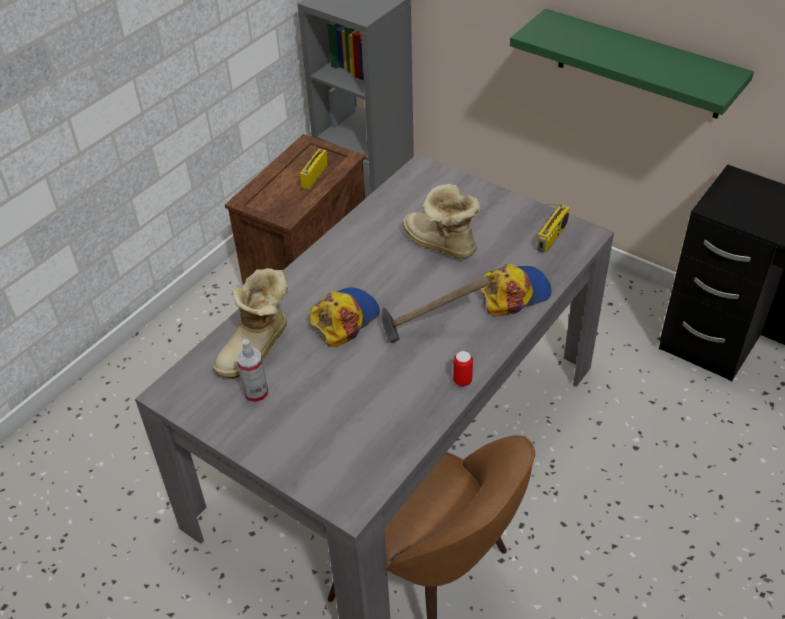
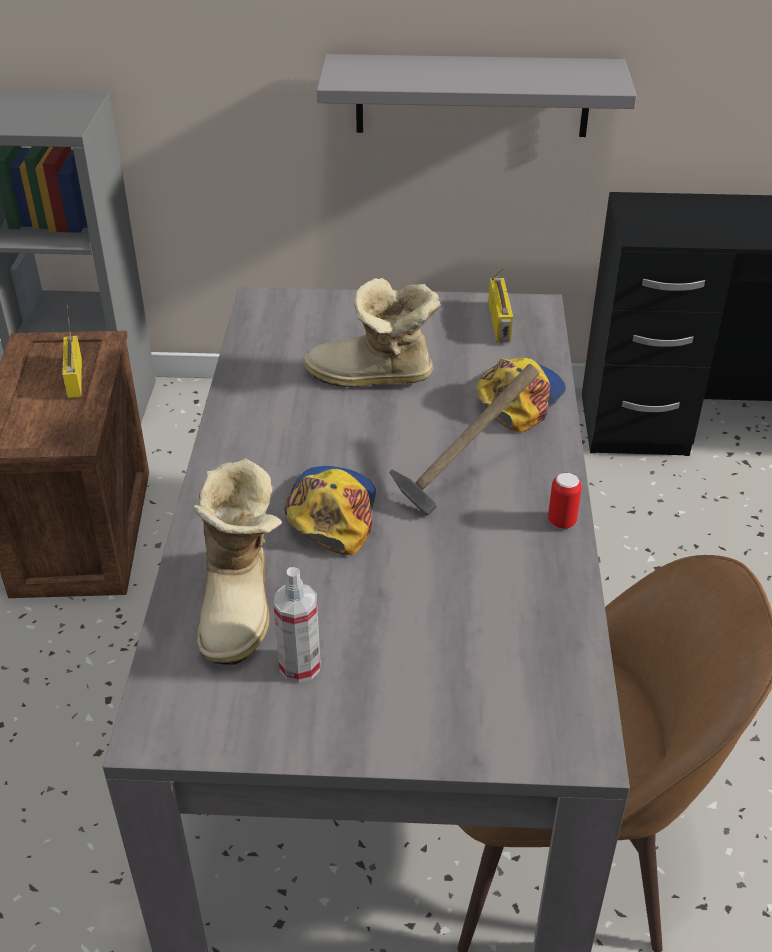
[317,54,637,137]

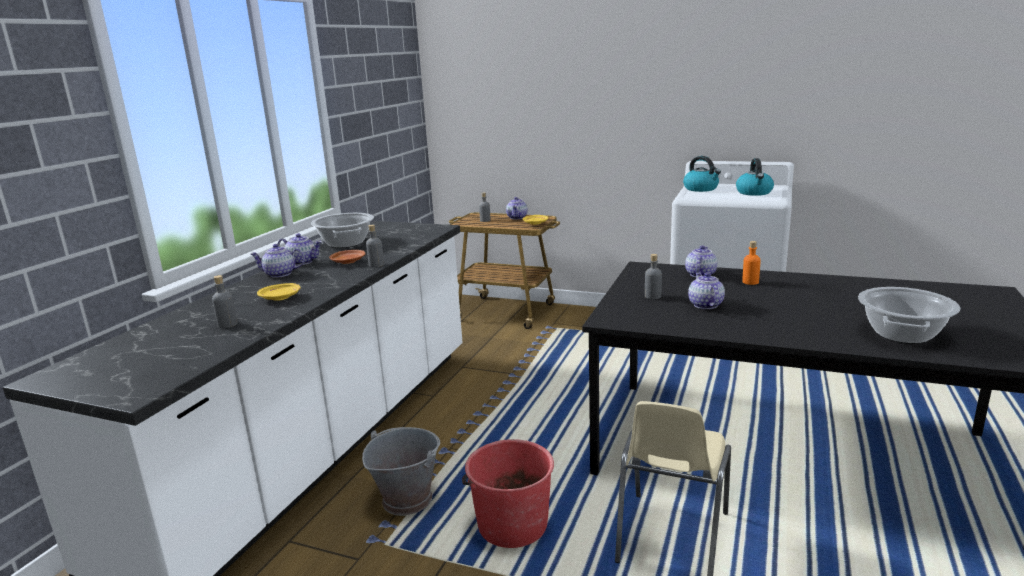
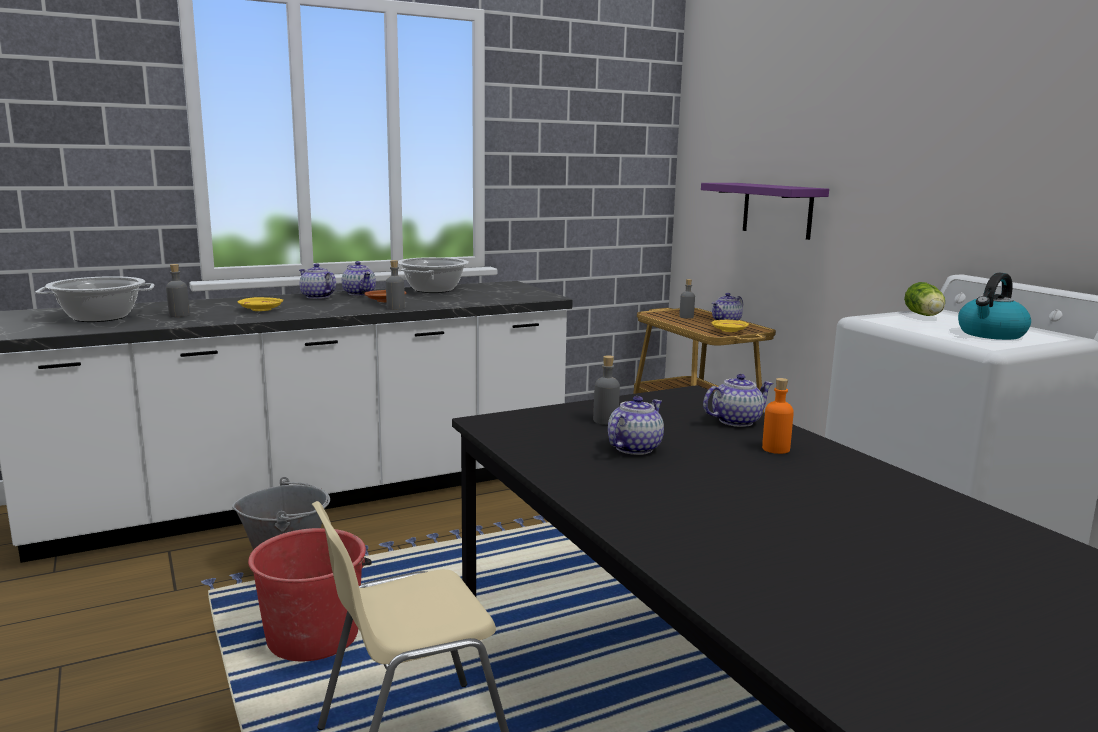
[904,282,945,316]
[35,276,155,322]
[701,183,829,240]

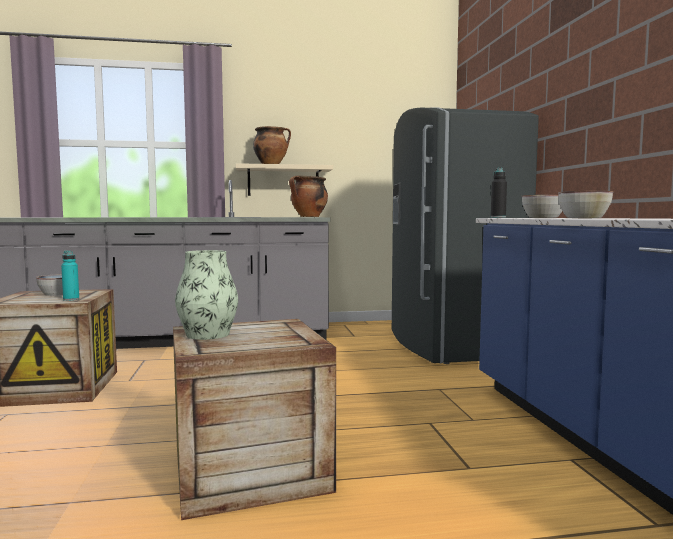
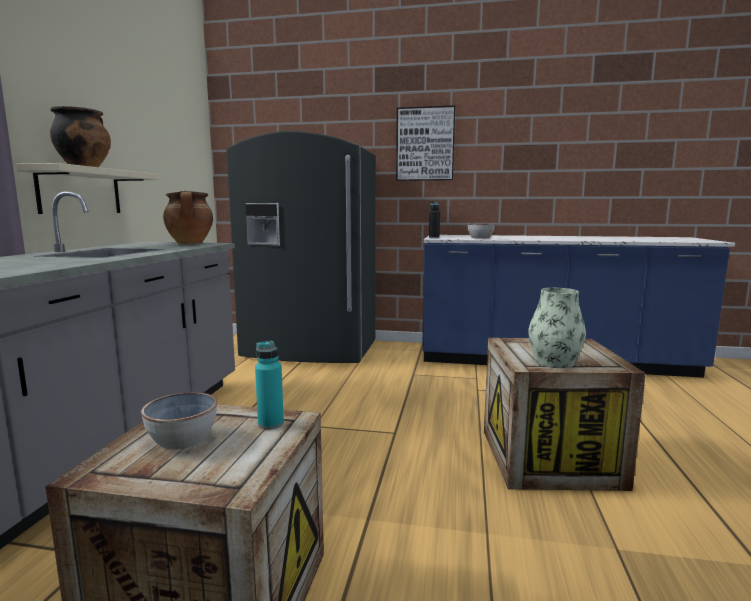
[558,191,613,218] (first image)
[396,105,455,181]

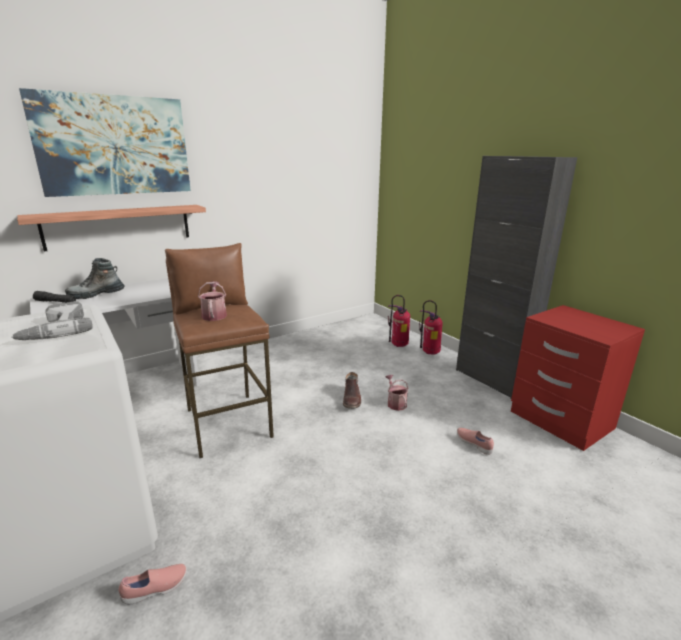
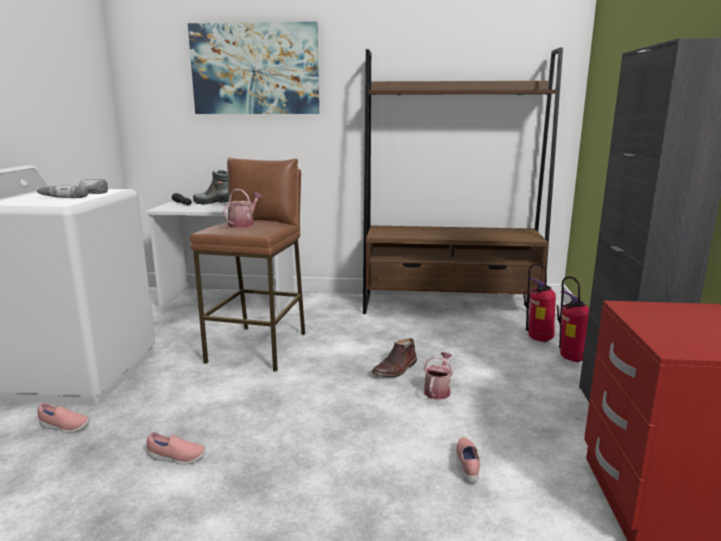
[17,205,206,252] (first image)
[363,47,563,314]
[147,432,206,465]

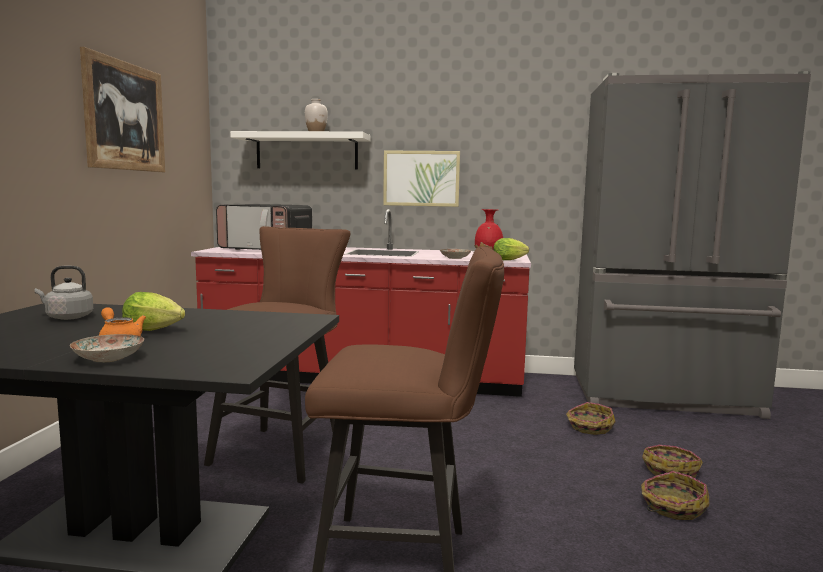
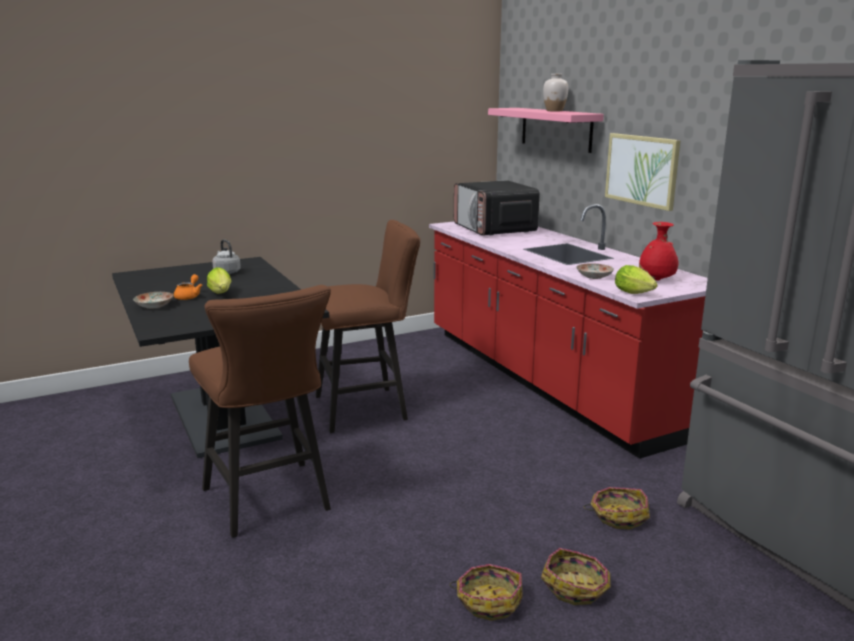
[80,47,165,172] (first image)
[488,108,604,153]

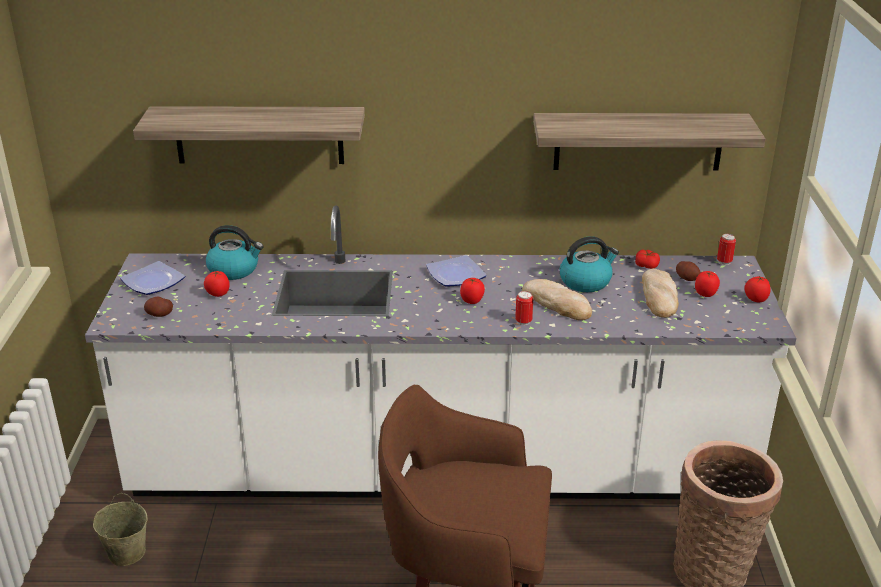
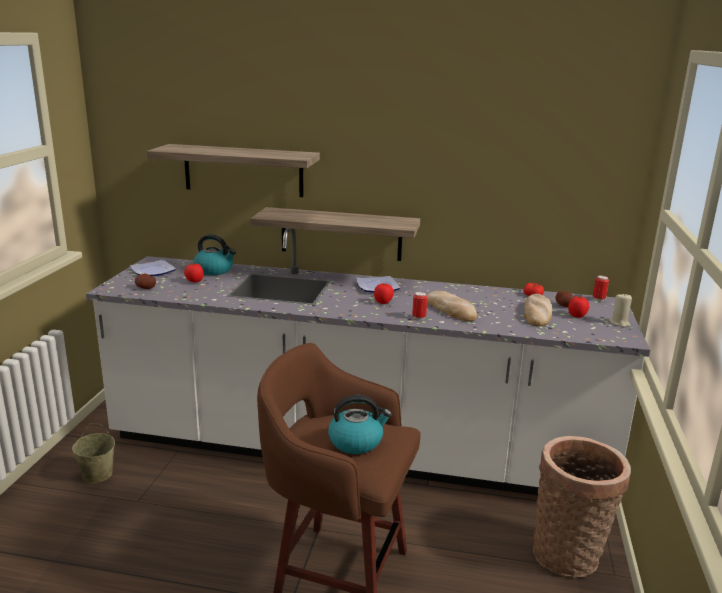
[250,207,420,261]
[328,395,392,454]
[610,293,632,327]

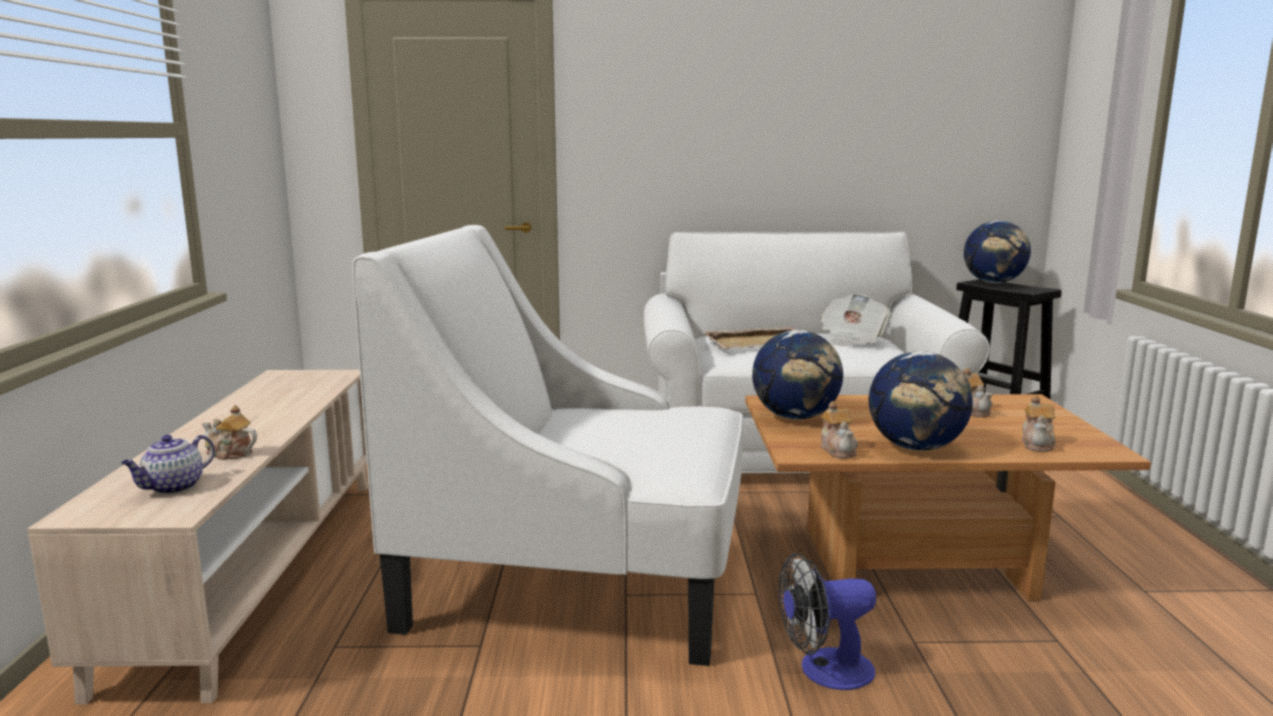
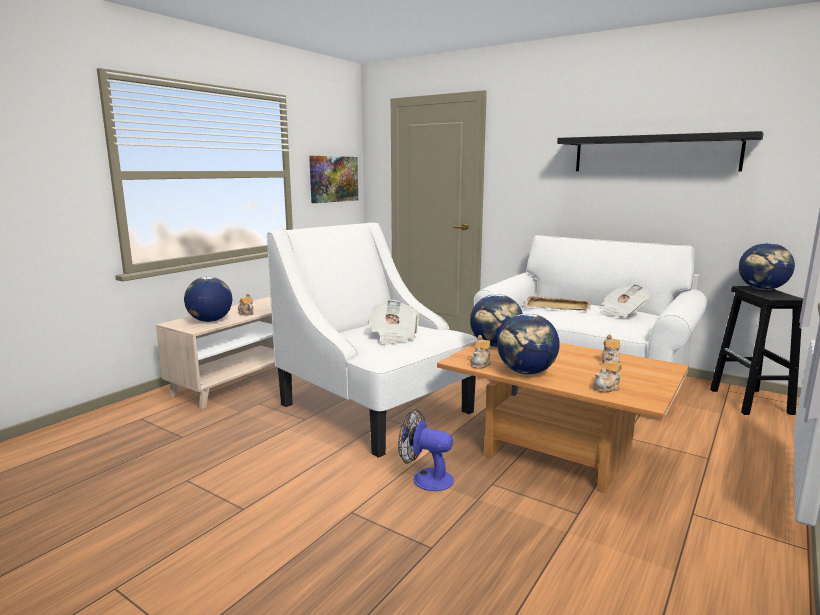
[184,277,232,322]
[557,131,764,171]
[309,156,358,203]
[367,300,420,345]

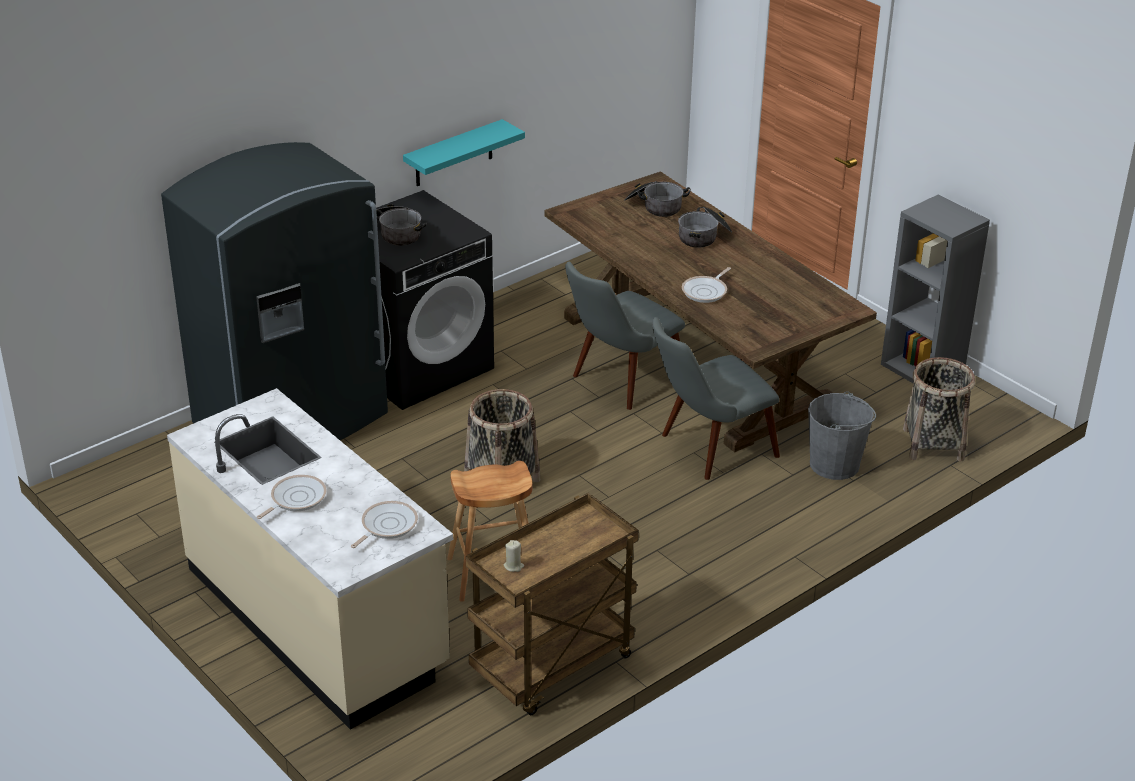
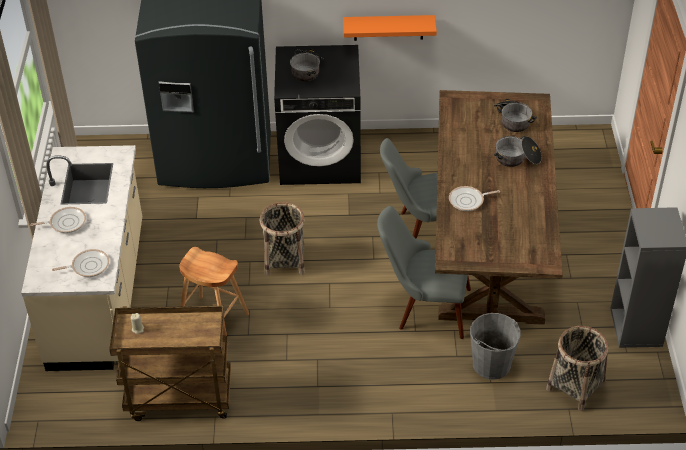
[343,15,437,41]

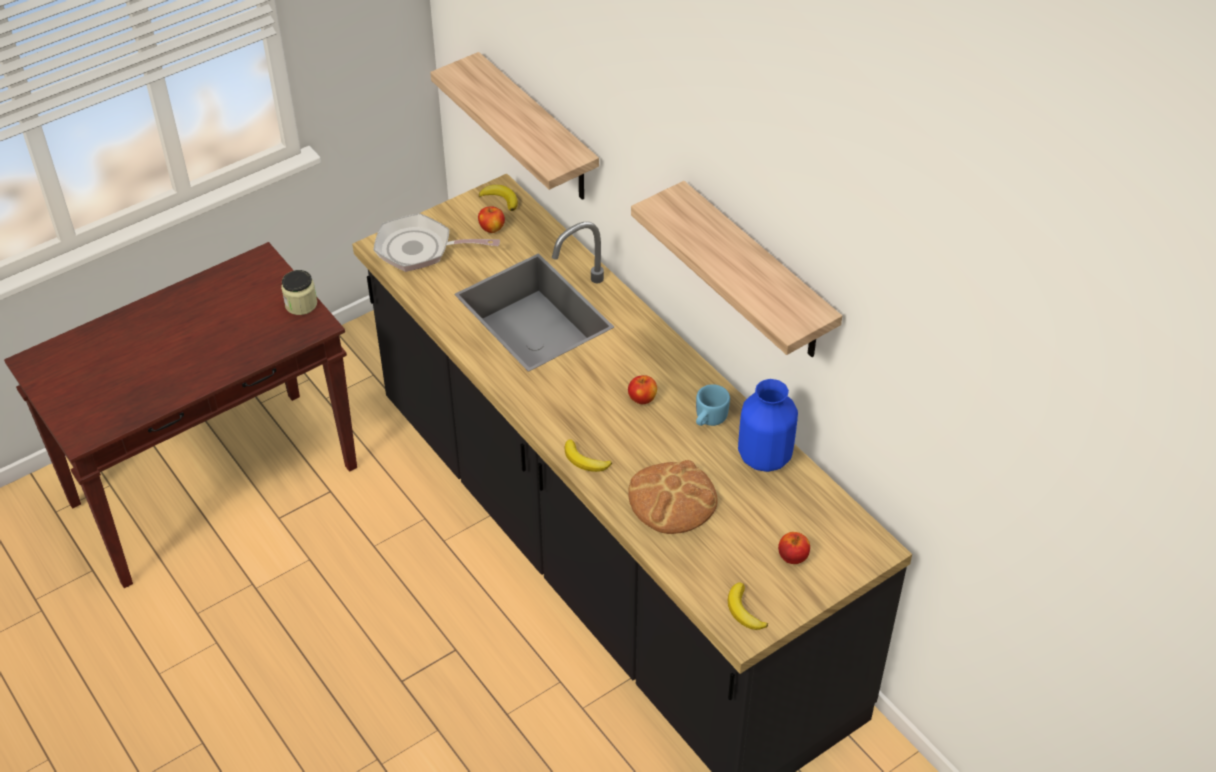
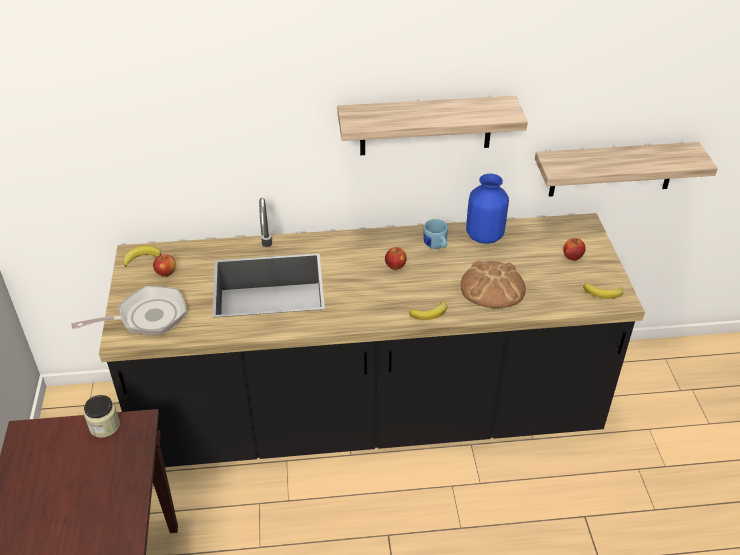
[535,142,718,197]
[71,286,187,335]

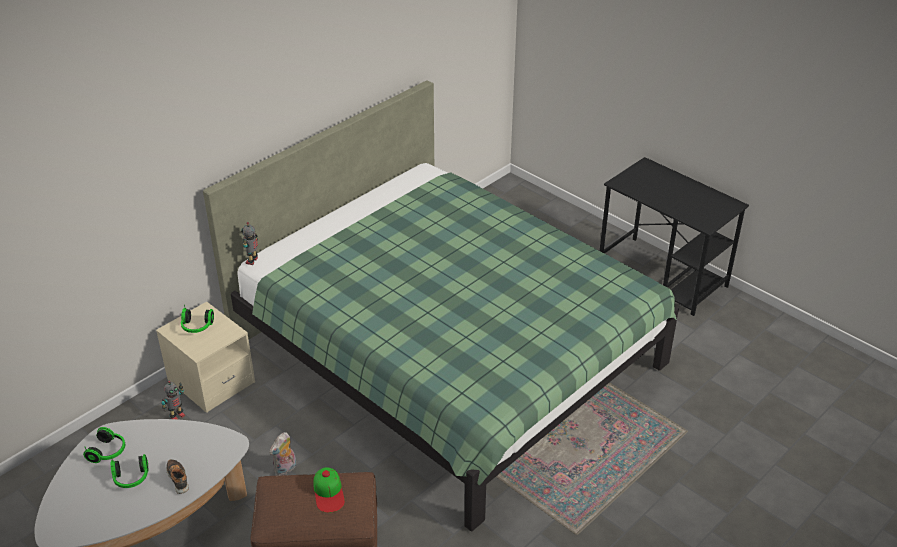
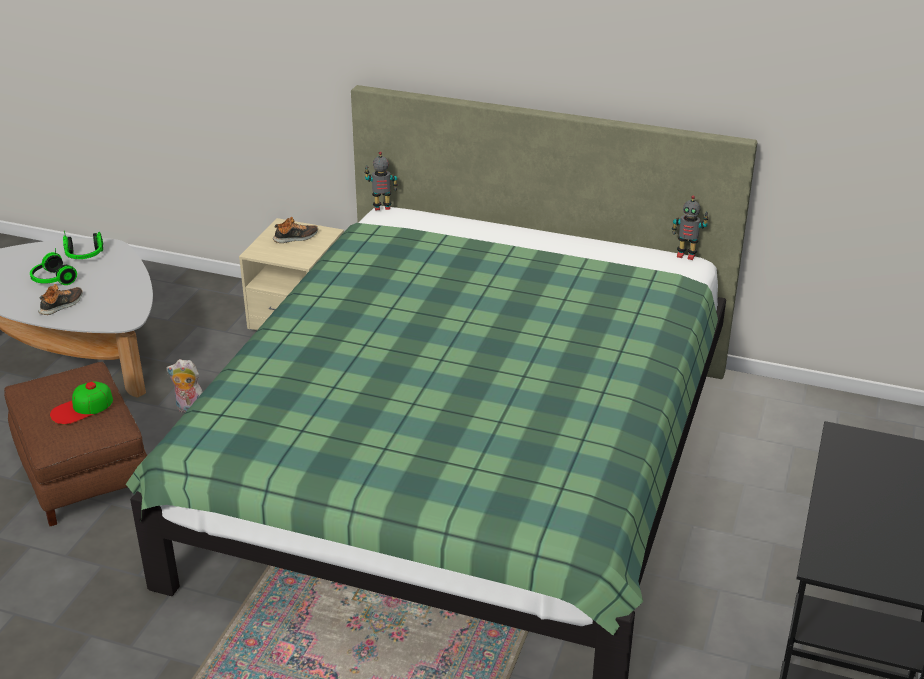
[273,217,318,243]
[672,195,709,260]

